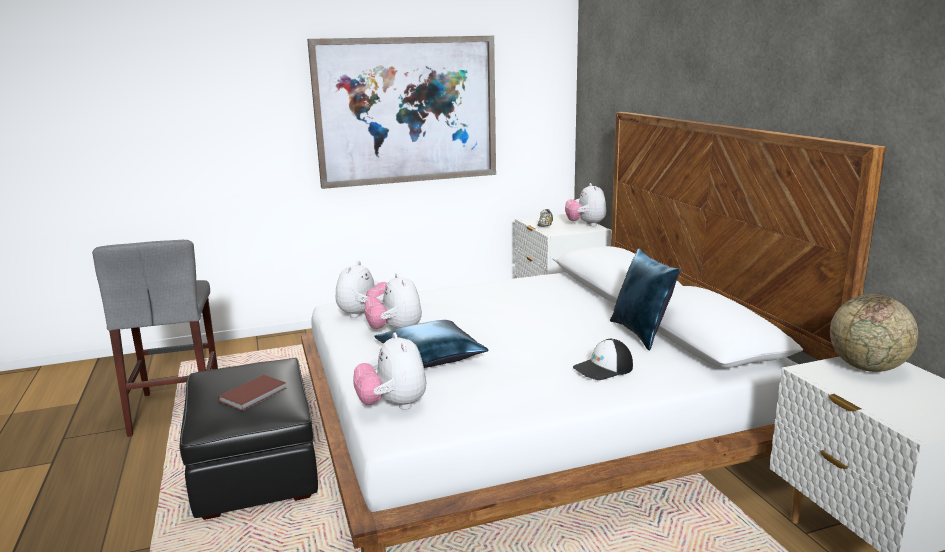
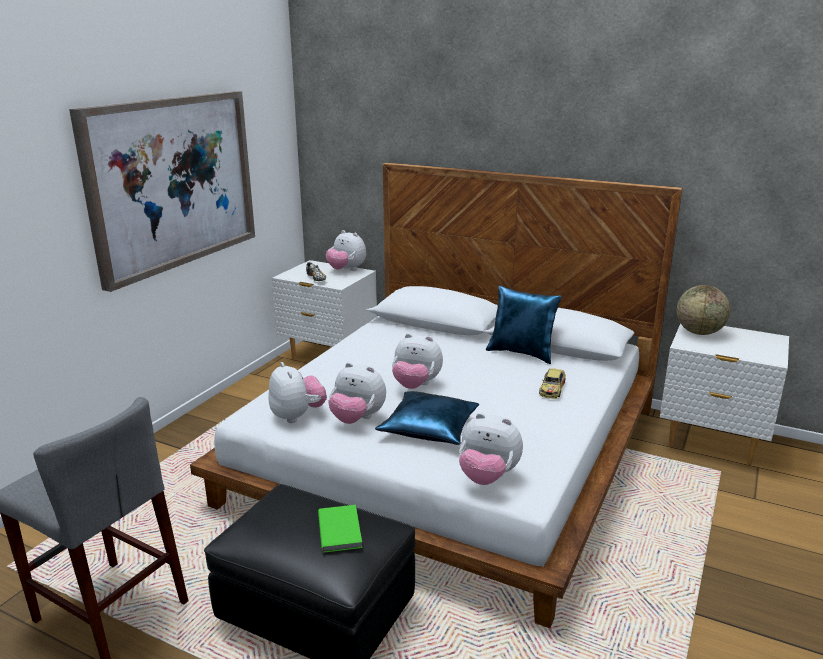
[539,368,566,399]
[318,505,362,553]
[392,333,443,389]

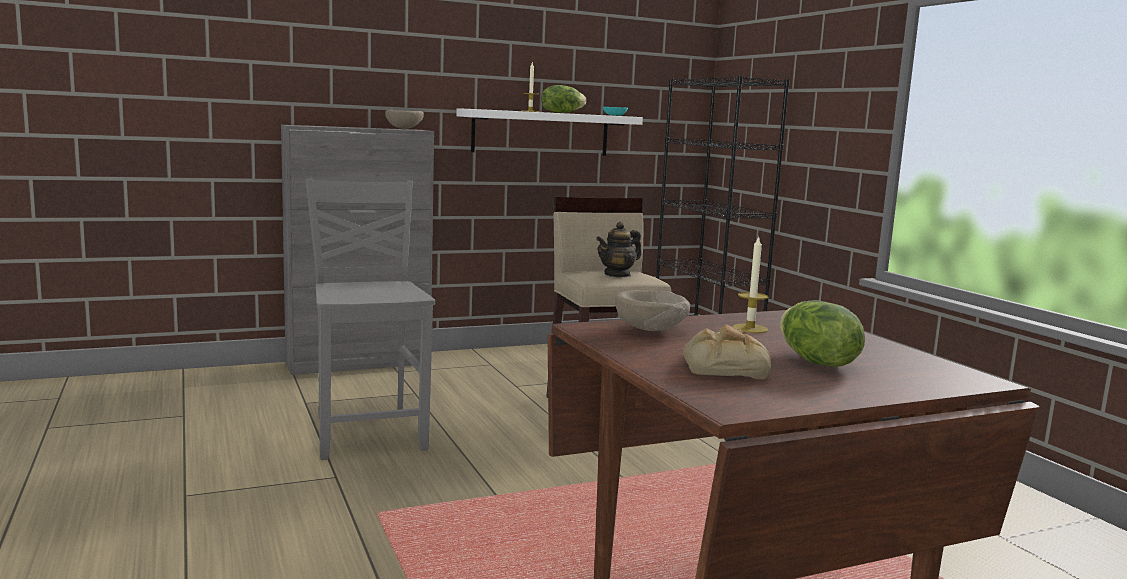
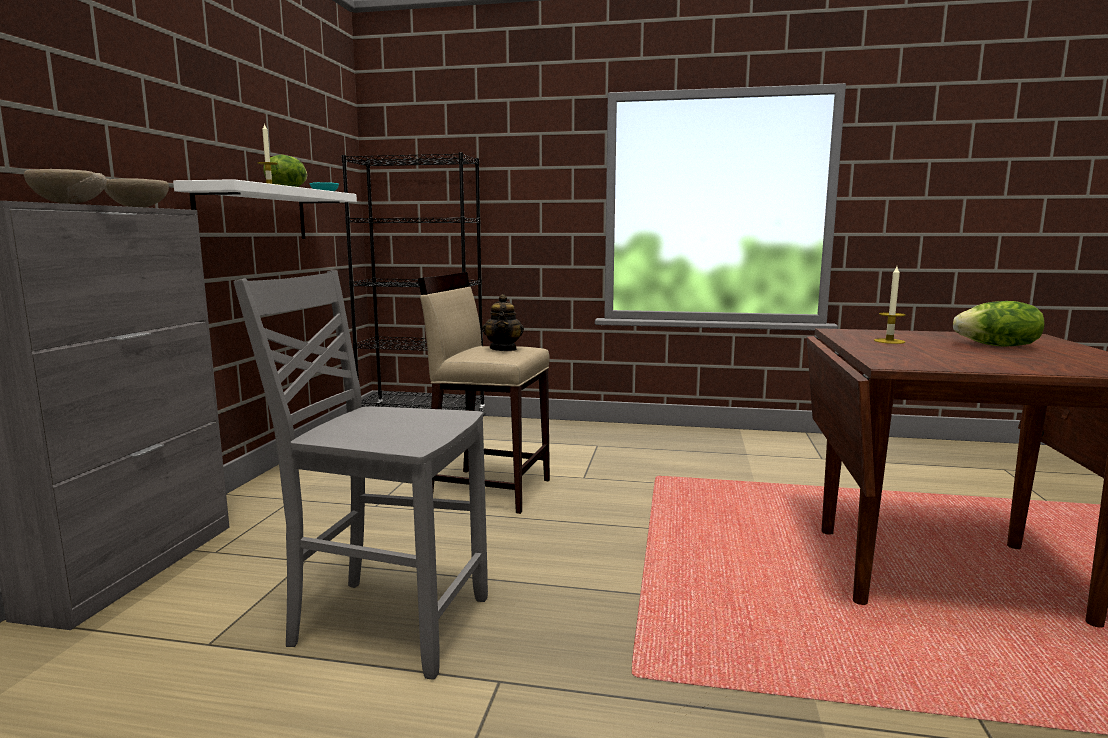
[24,169,107,204]
[683,324,771,380] (first image)

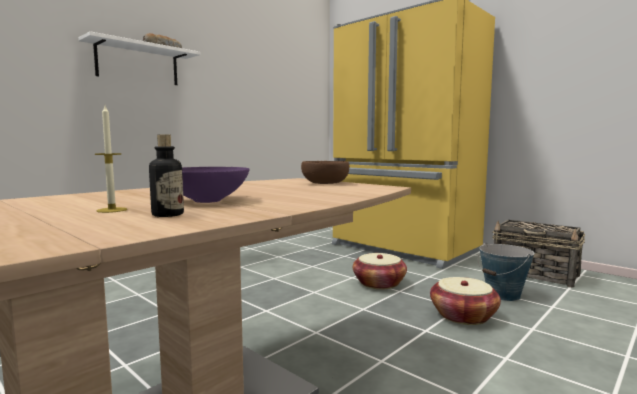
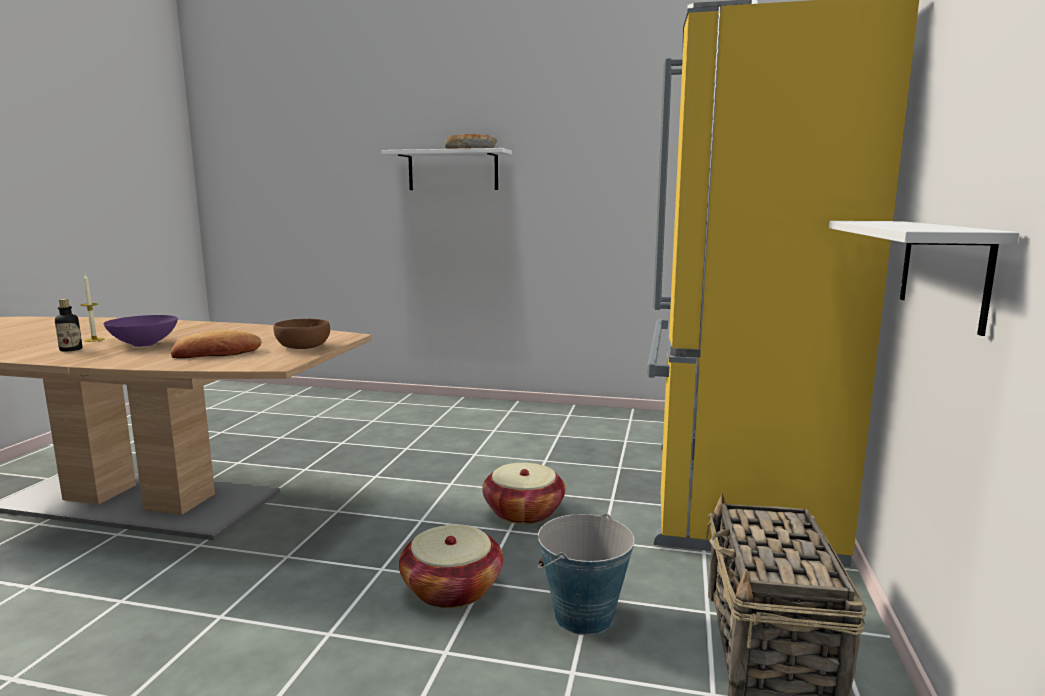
[829,221,1020,336]
[171,330,262,358]

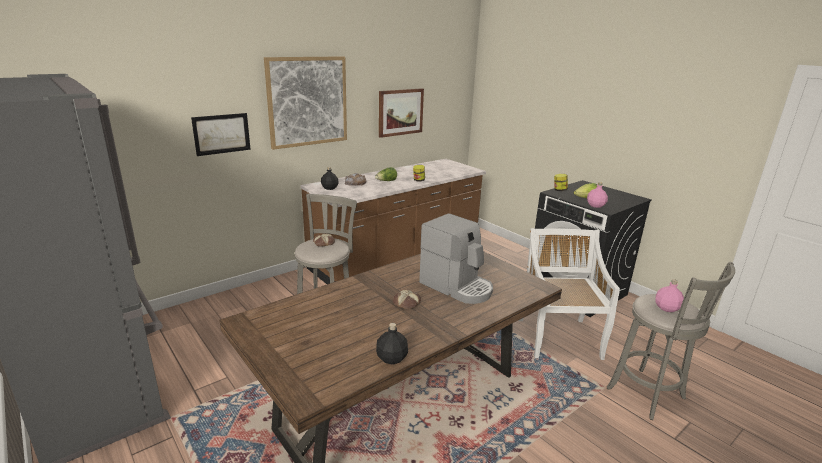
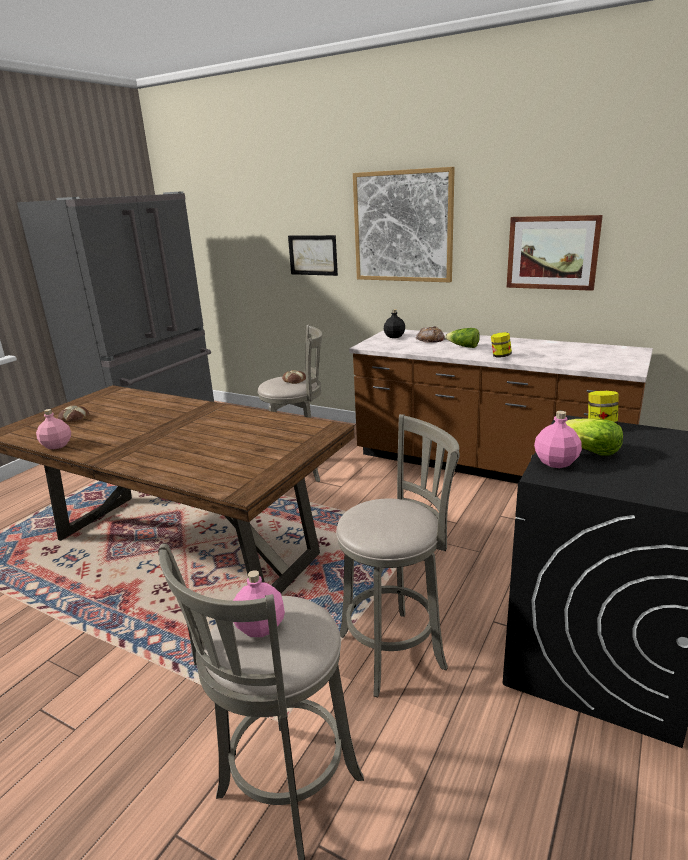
[419,213,493,304] (first image)
[336,414,460,697]
[58,405,89,422]
[36,409,71,449]

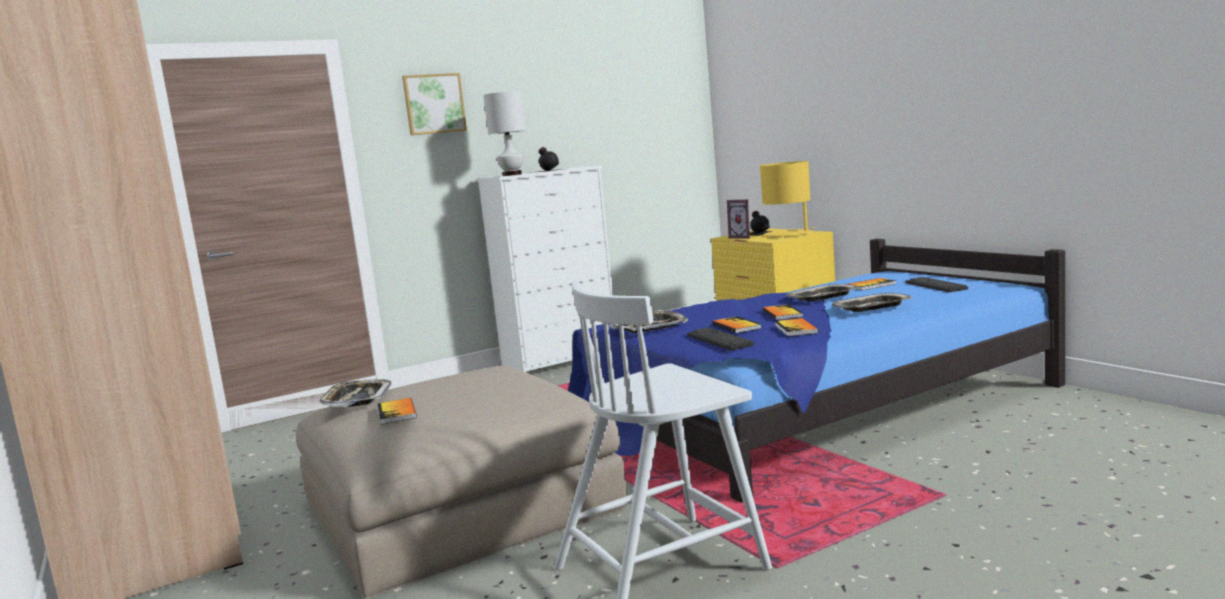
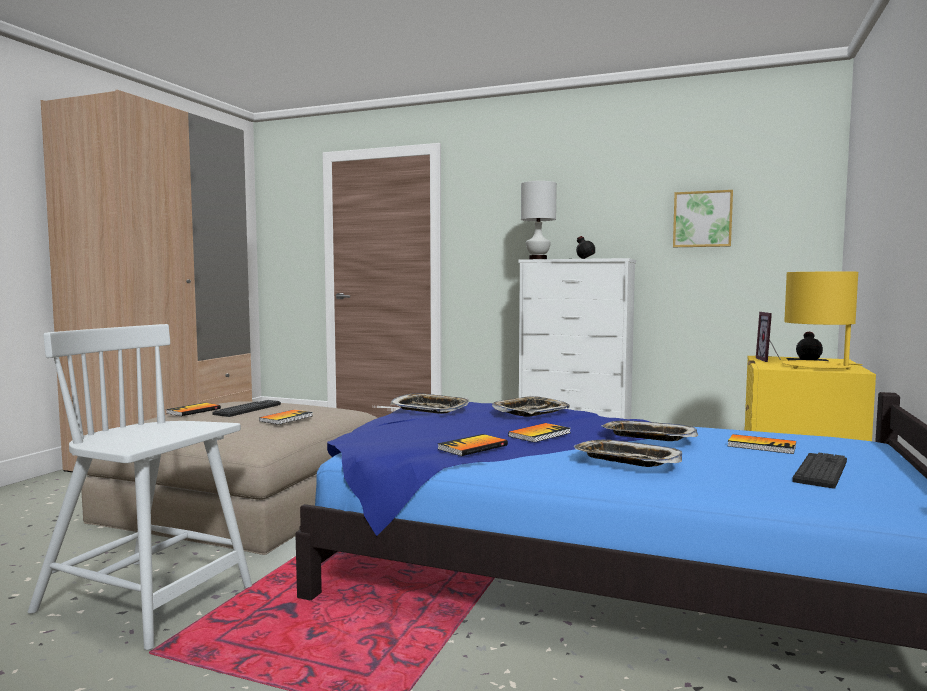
[673,190,733,247]
[259,410,312,424]
[212,400,281,417]
[492,396,570,417]

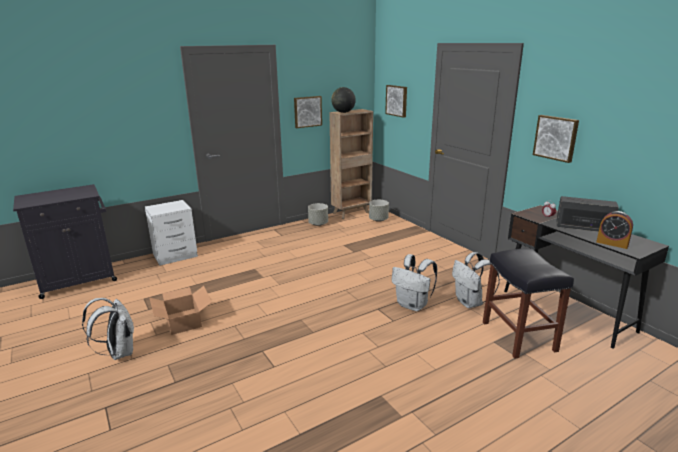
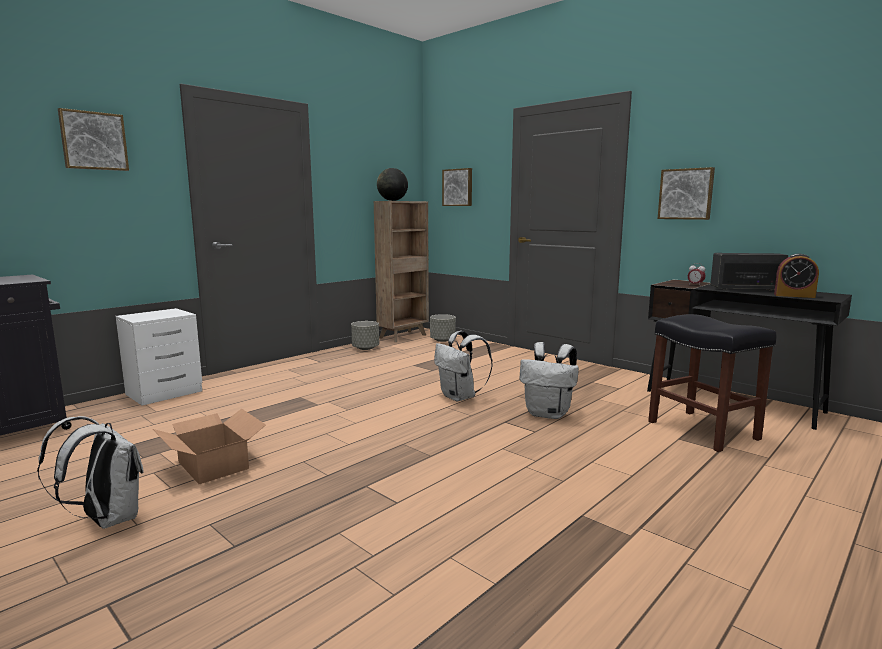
[58,108,129,171]
[434,331,493,402]

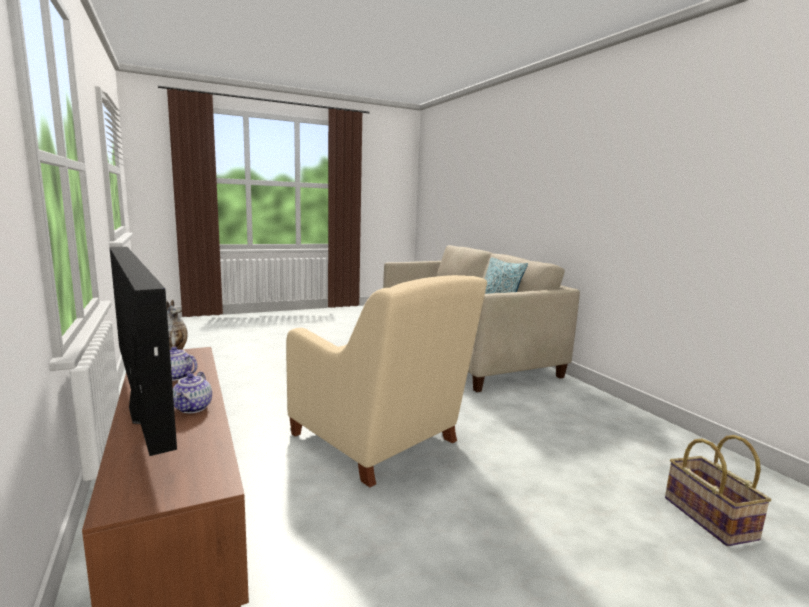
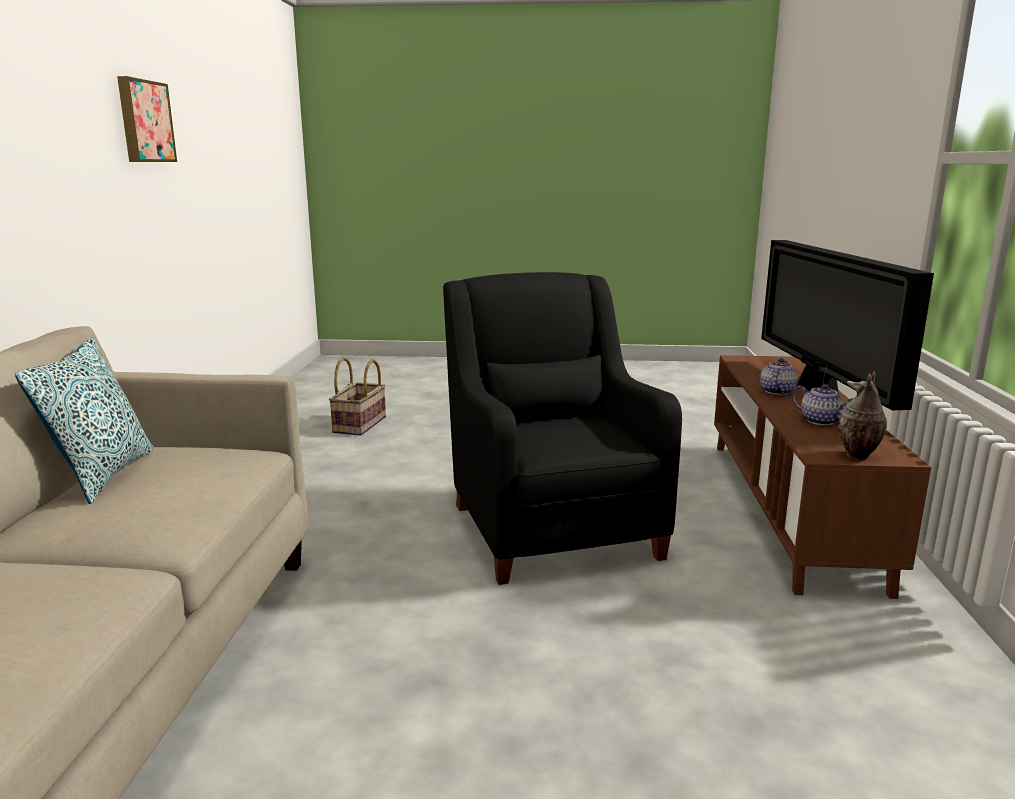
[443,272,682,585]
[117,76,177,162]

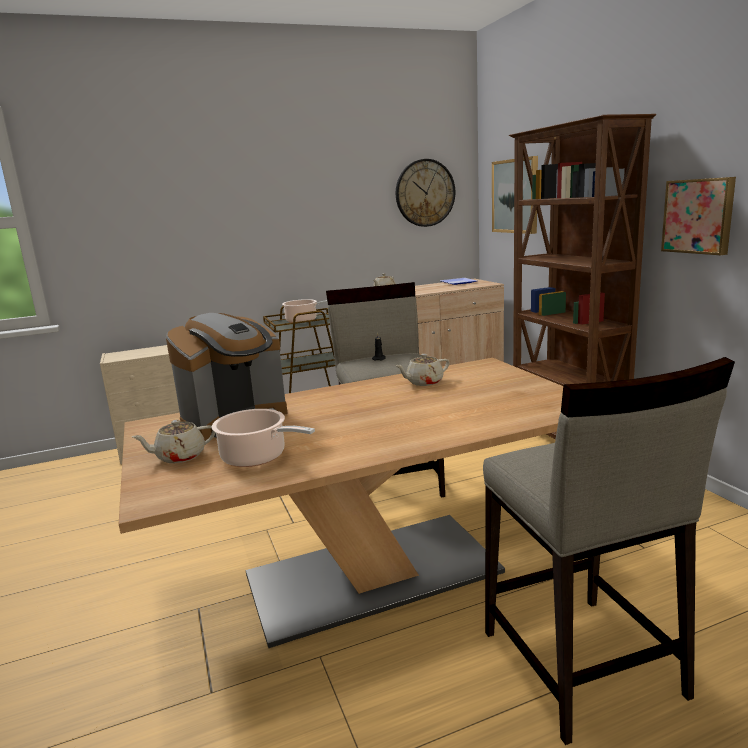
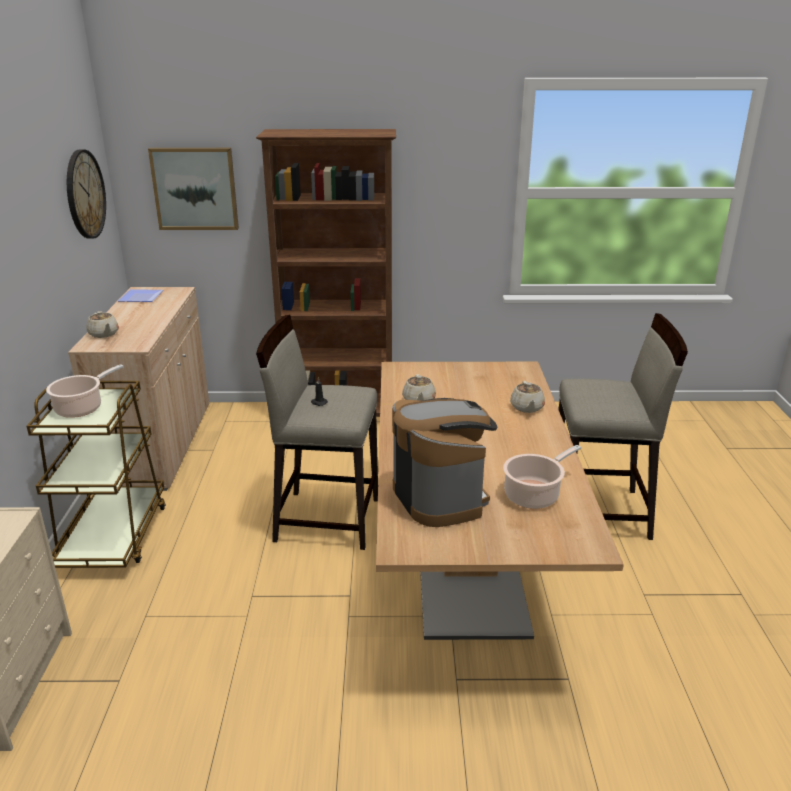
[661,177,736,255] (first image)
[510,381,545,413]

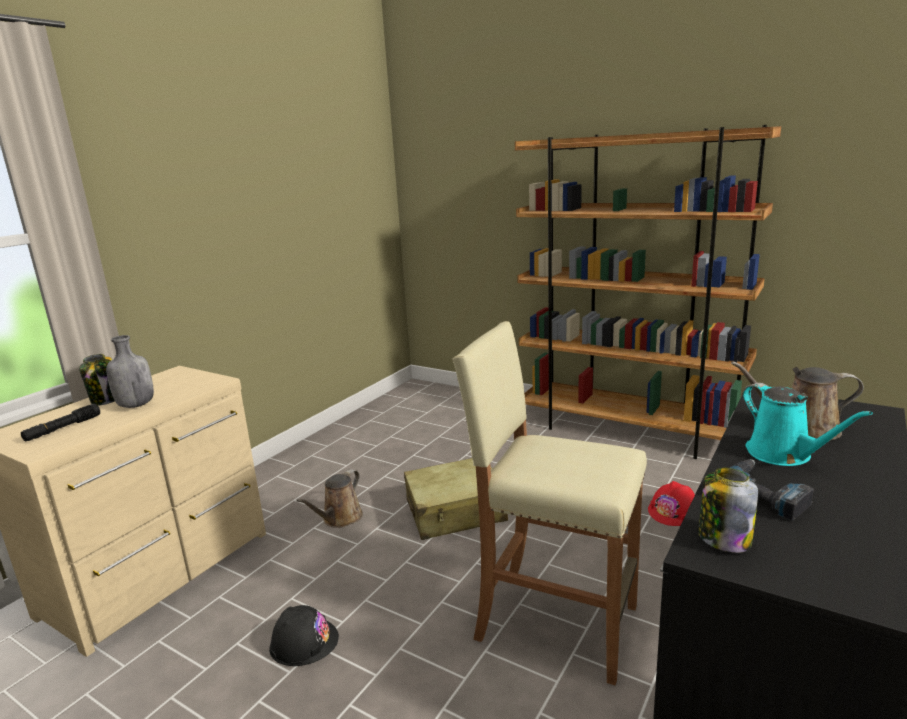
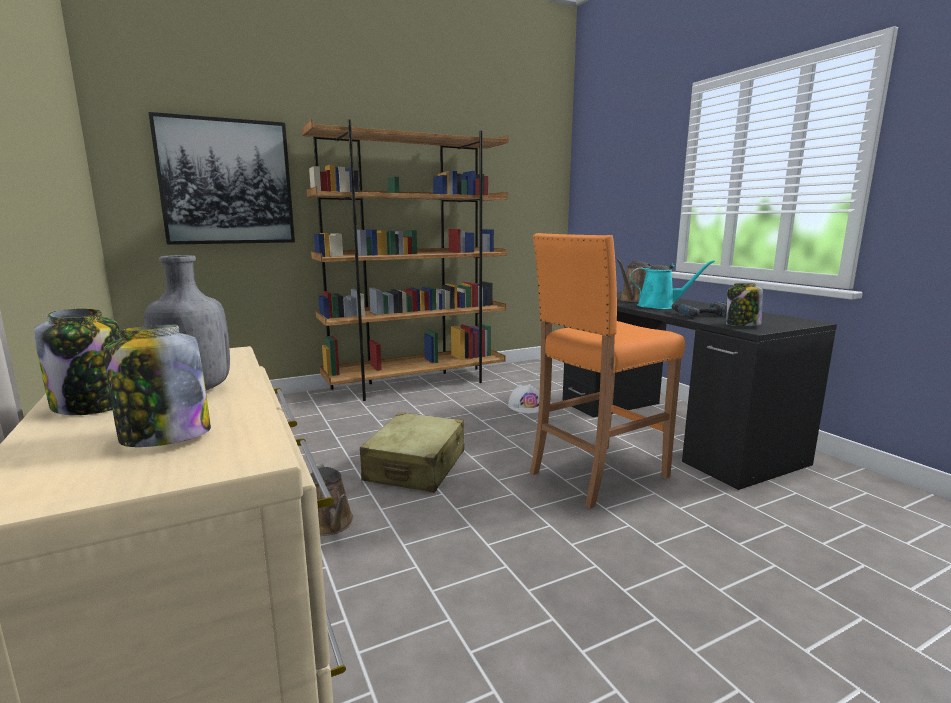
[530,233,685,509]
[104,324,211,447]
[508,384,540,413]
[269,605,339,666] (first image)
[148,112,295,245]

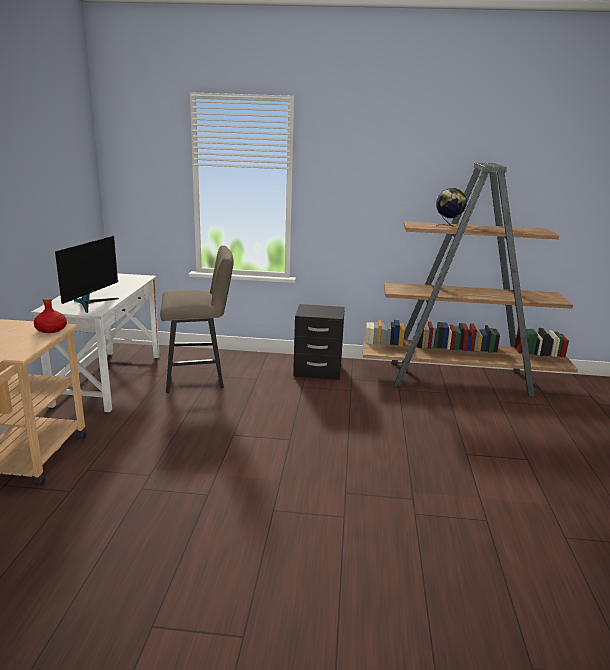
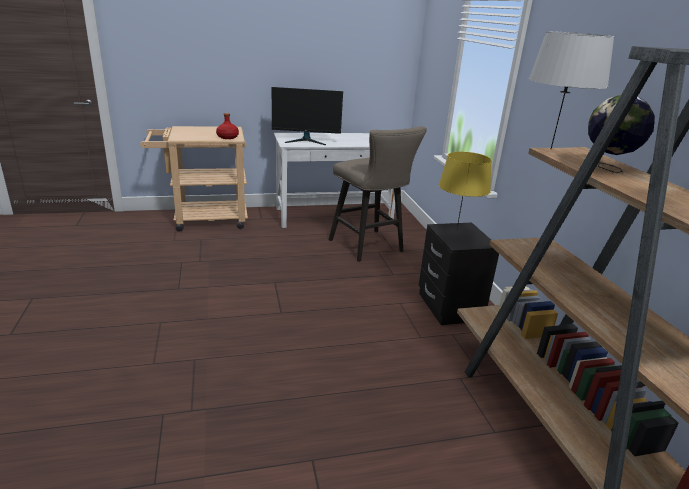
[529,31,615,149]
[439,152,492,229]

